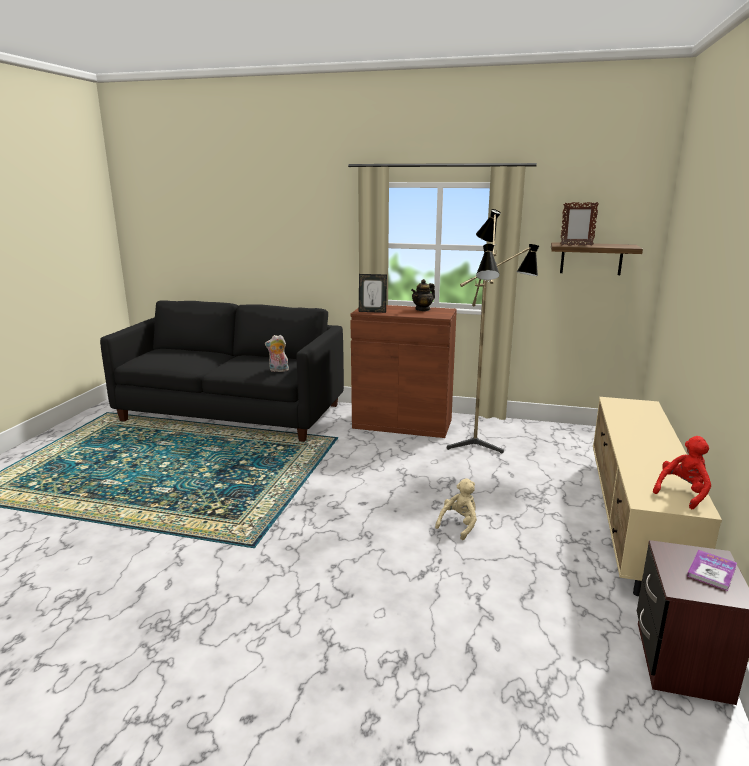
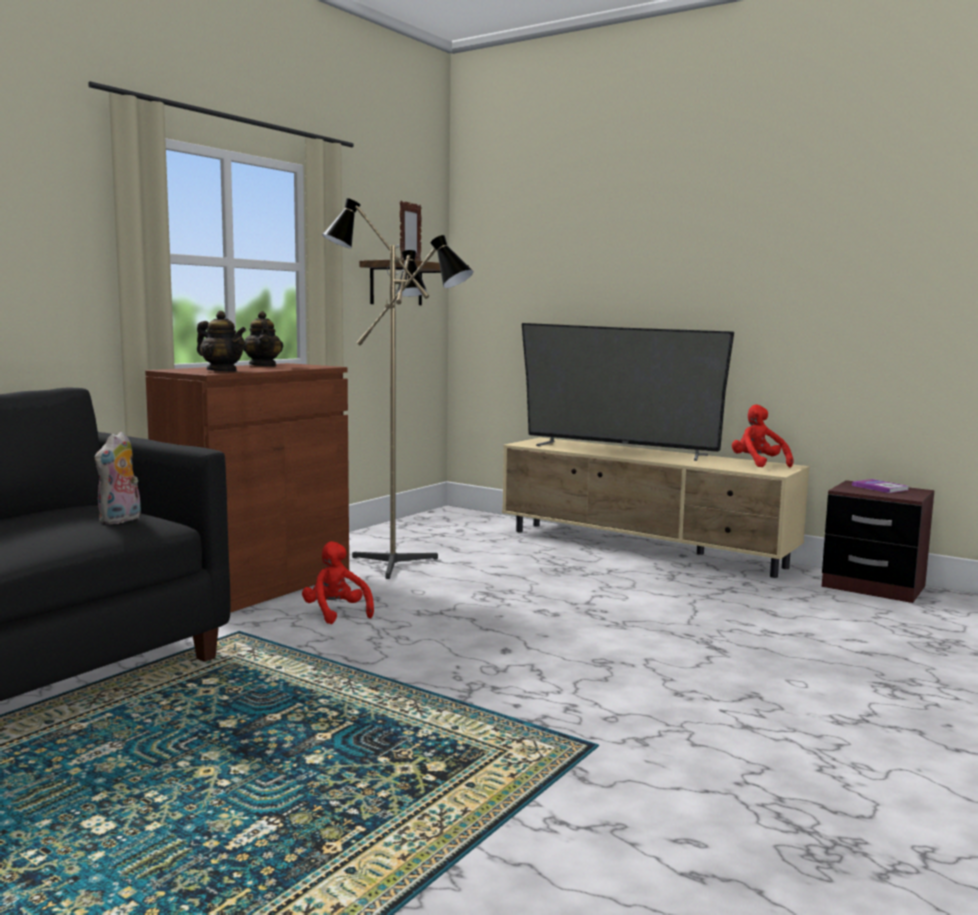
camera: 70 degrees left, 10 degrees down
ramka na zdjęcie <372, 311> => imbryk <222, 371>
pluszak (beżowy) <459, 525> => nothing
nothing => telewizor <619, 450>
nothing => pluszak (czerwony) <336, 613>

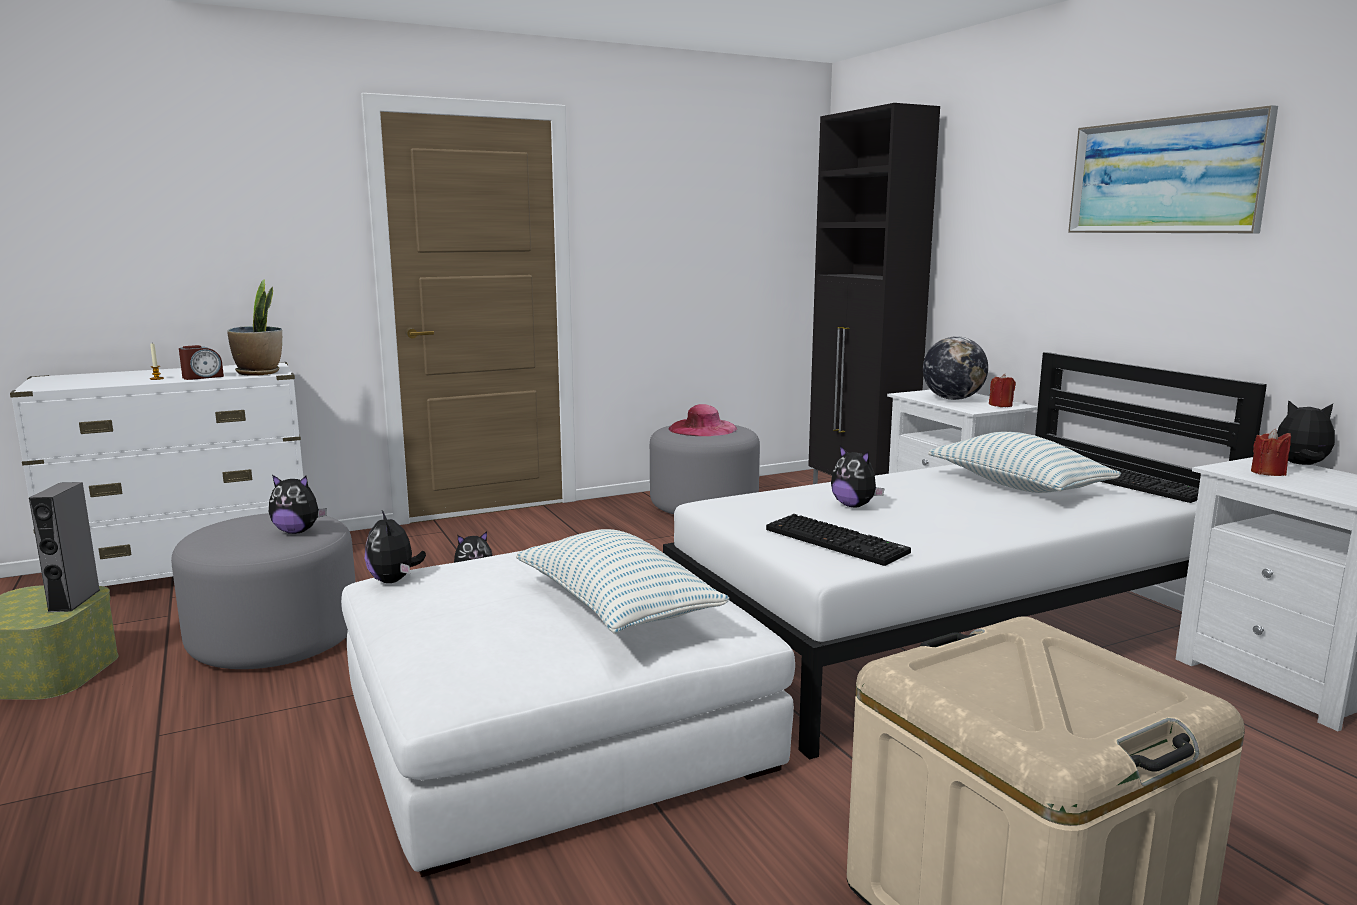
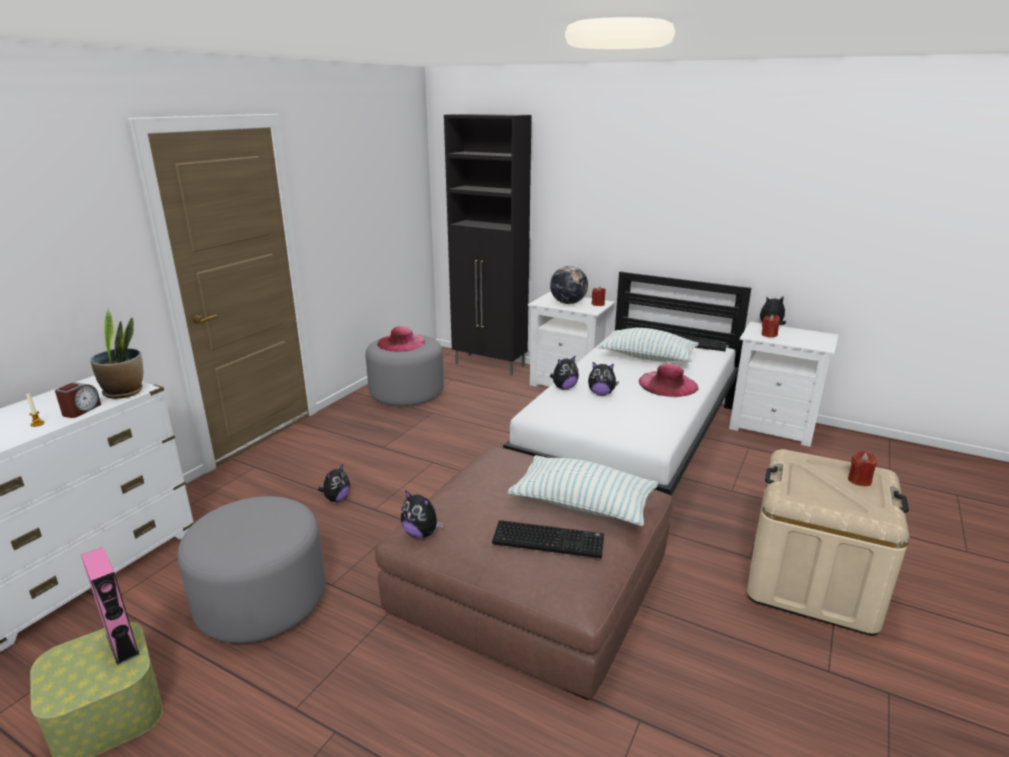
camera: 35 degrees left, 10 degrees up
obraz <1164, 176> => nothing
pluszak <297, 531> => pluszak <564, 388>, shifted
głośnik (szary) <74, 600> => głośnik (różowy) <122, 644>
klawiatura <838, 541> => klawiatura <549, 539>, shifted
pufa (biały) <554, 728> => pufa (brązowy) <531, 582>
nothing => kapelusz (różowy) <668, 384>
nothing => świeca (czerwony) <859, 480>

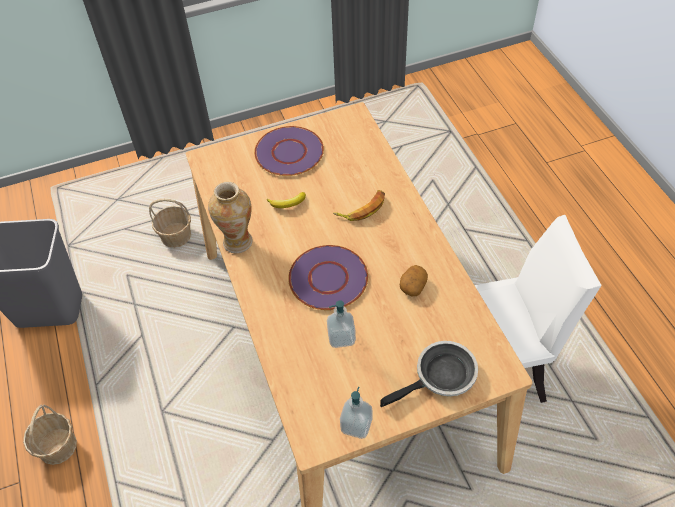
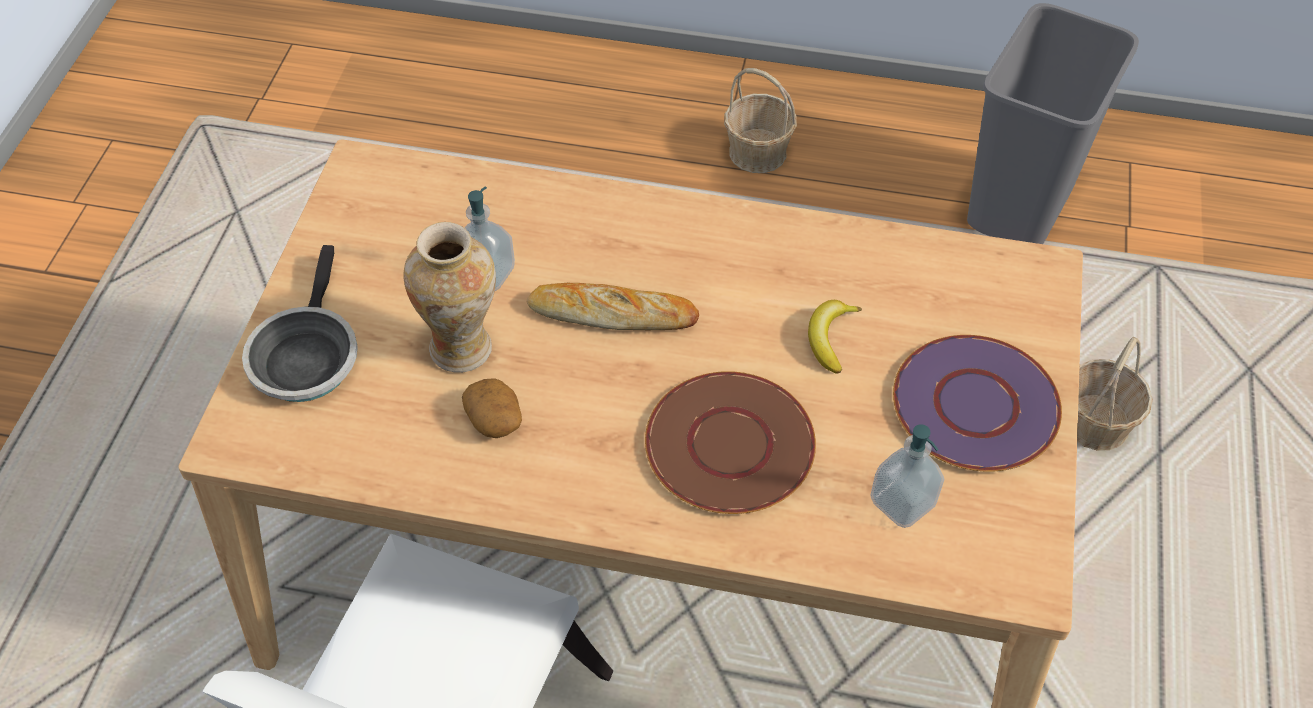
camera: 120 degrees right, 0 degrees up
wazon <237, 241> => wazon <463, 349>, shifted
banan <362, 208> => talerz (brązowy) <731, 445>
talerz (fioletowy) <328, 278> => chleb <612, 313>
dozownik mydła <356, 425> => dozownik mydła <902, 502>, shifted

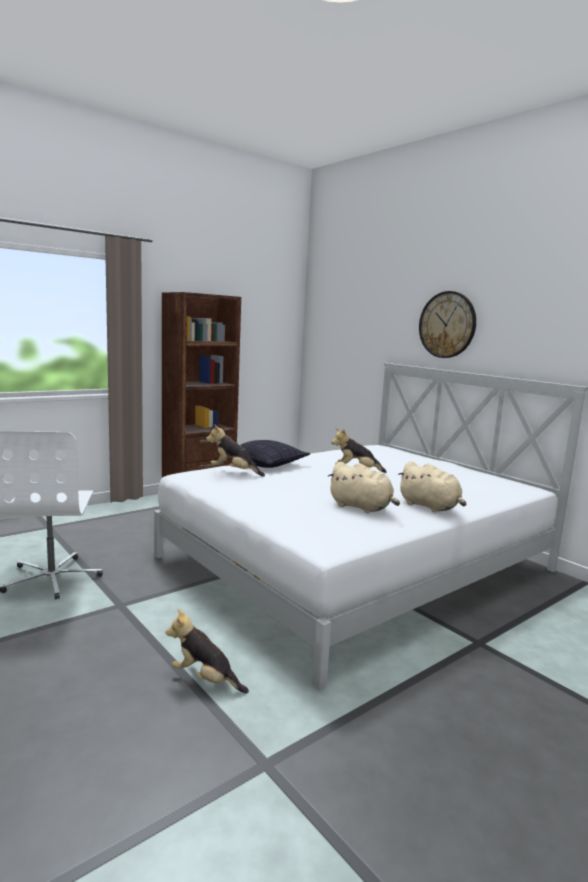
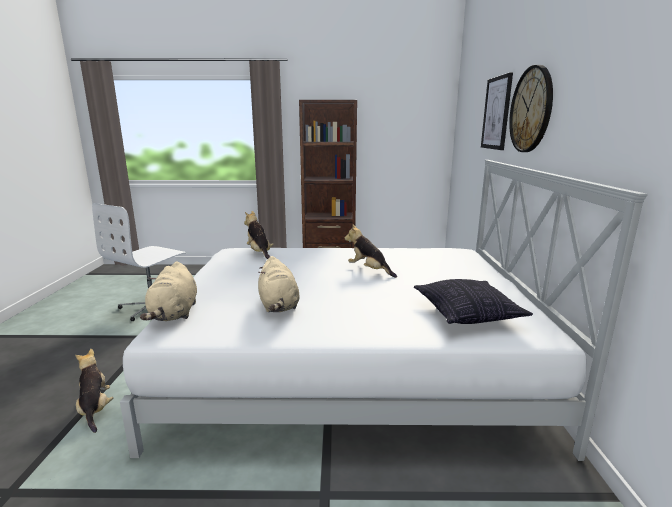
camera: 40 degrees right, 5 degrees up
poduszka <267, 464> => poduszka <467, 314>, shifted
pluszak (beżowy) <430, 507> => pluszak (beżowy) <174, 314>, shifted
nothing => obraz <496, 113>

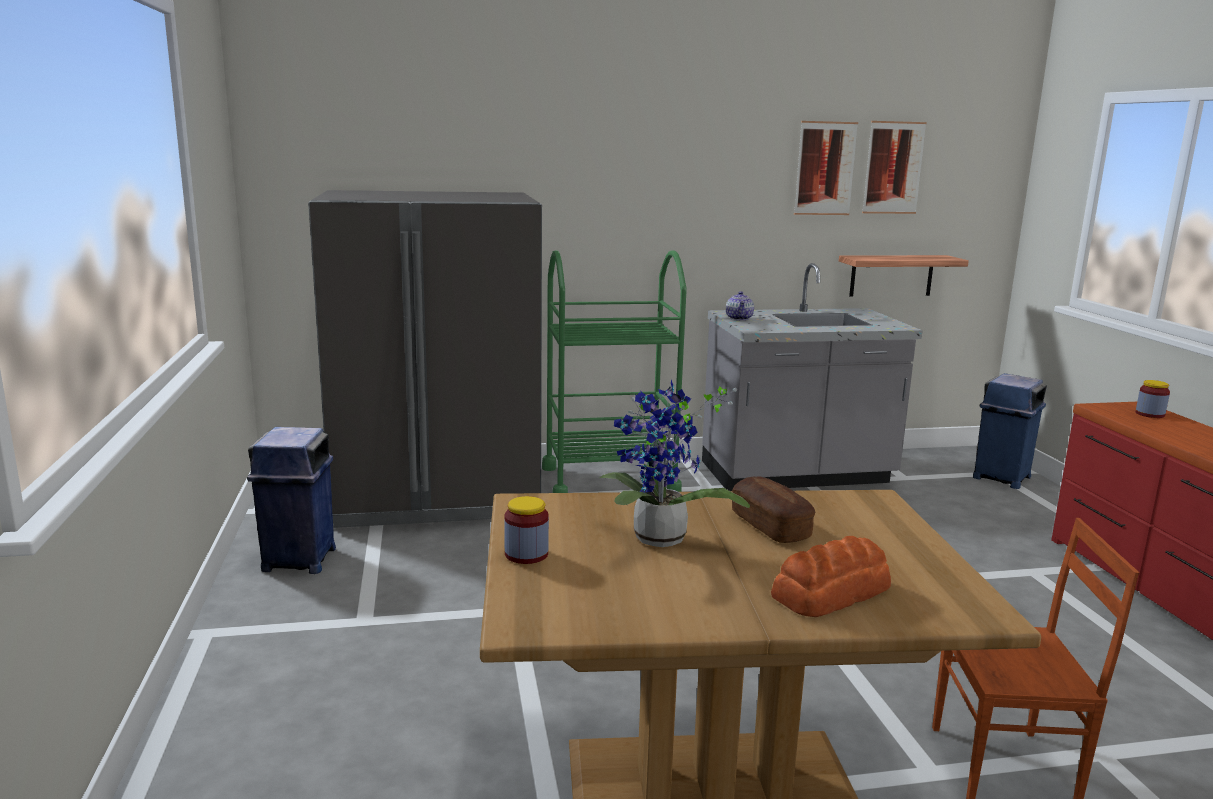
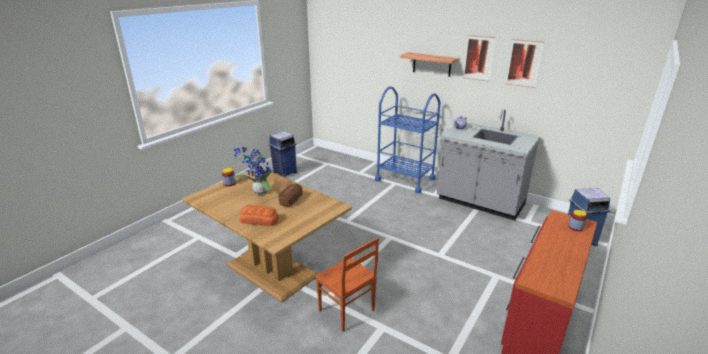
camera: 45 degrees right, 10 degrees up
obraz <893, 168> => obraz <479, 58>, shifted
lodówka (szary) <437, 496> => nothing
wózek (zielony) <609, 480> => wózek (niebieski) <405, 179>
półka <891, 275> => półka <431, 64>, shifted

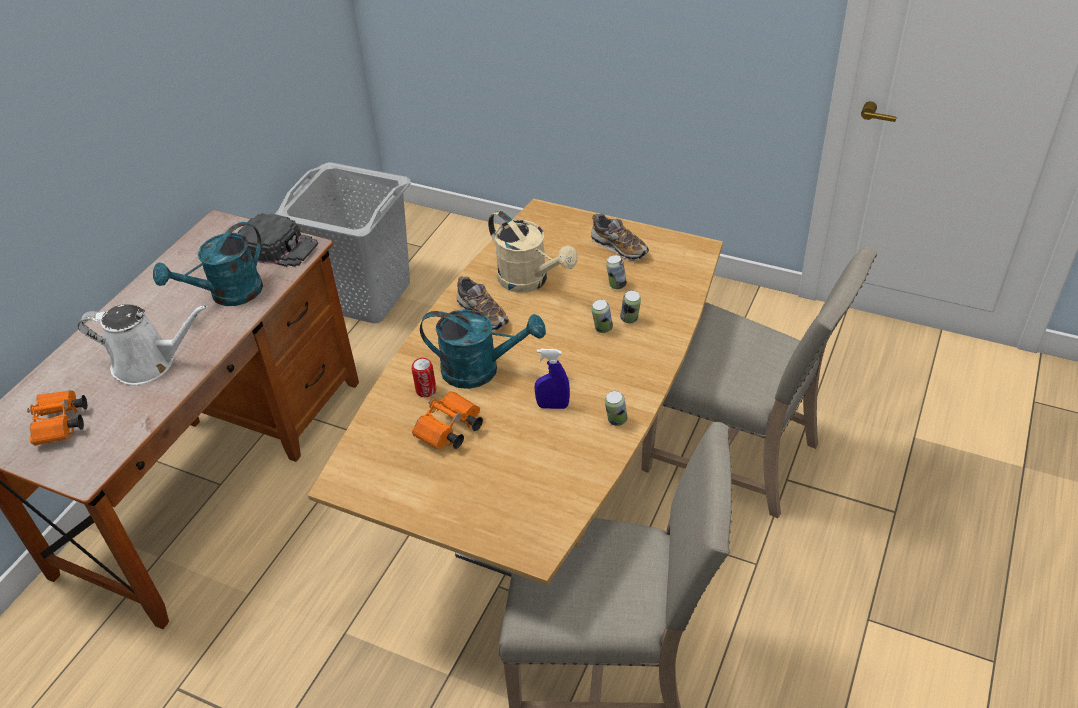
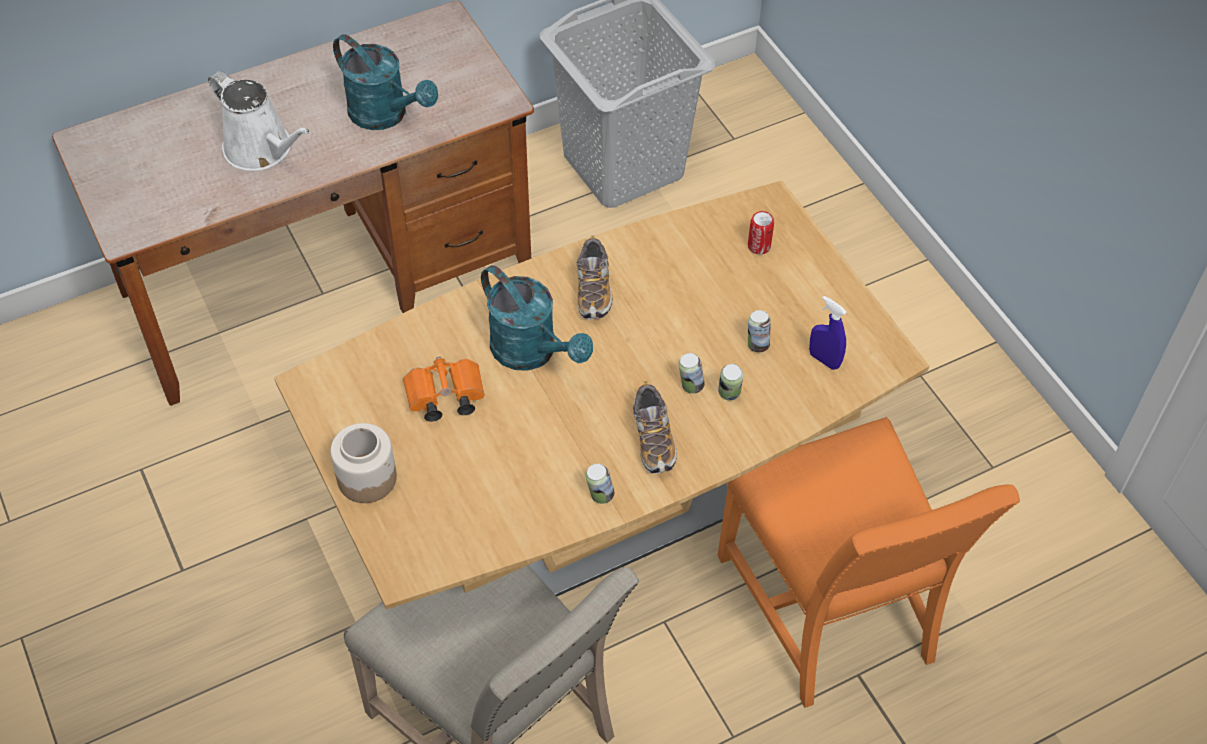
camera: 35 degrees right, 10 degrees up
konewka (beżowy) <530, 281> => nothing
czapka z daszkiem (czarny) <279, 247> => nothing
but <619, 247> => but <653, 439>, shifted
konewka (turkusowy) <228, 295> => konewka (turkusowy) <386, 115>, 135 degrees counterclockwise
krzesło (beżowy) <737, 455> => krzesło (pomarańczowy) <833, 611>
spryskiwacz (niebieski) <553, 406> => spryskiwacz (niebieski) <824, 360>, shifted
puszka <426, 390> => puszka <759, 246>, shifted
lornetka (pomarańczowy) <61, 426> => nothing
nothing => słoik <367, 477>

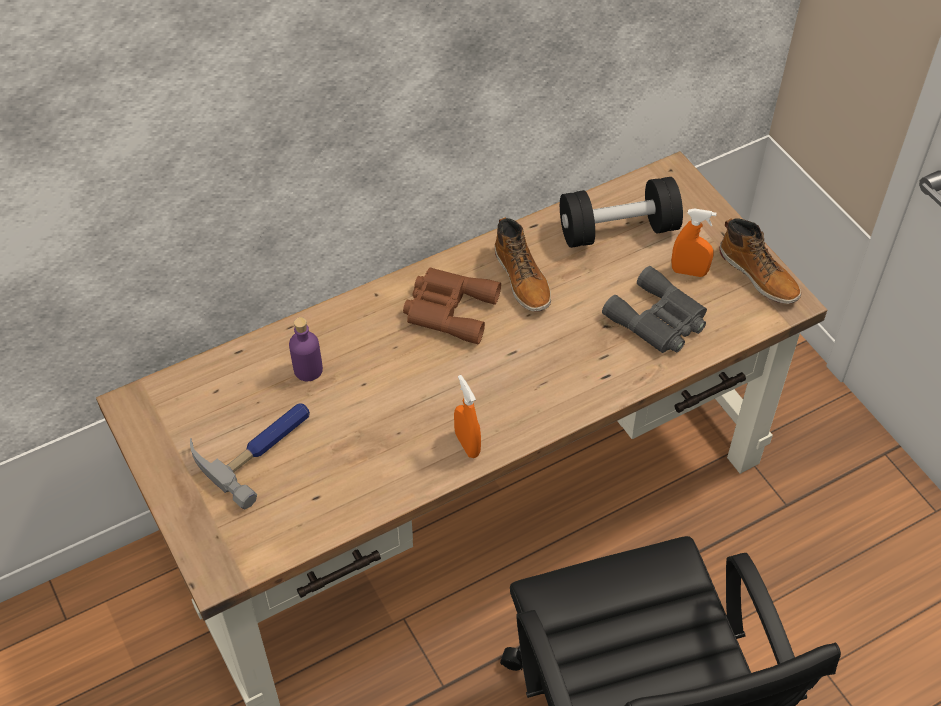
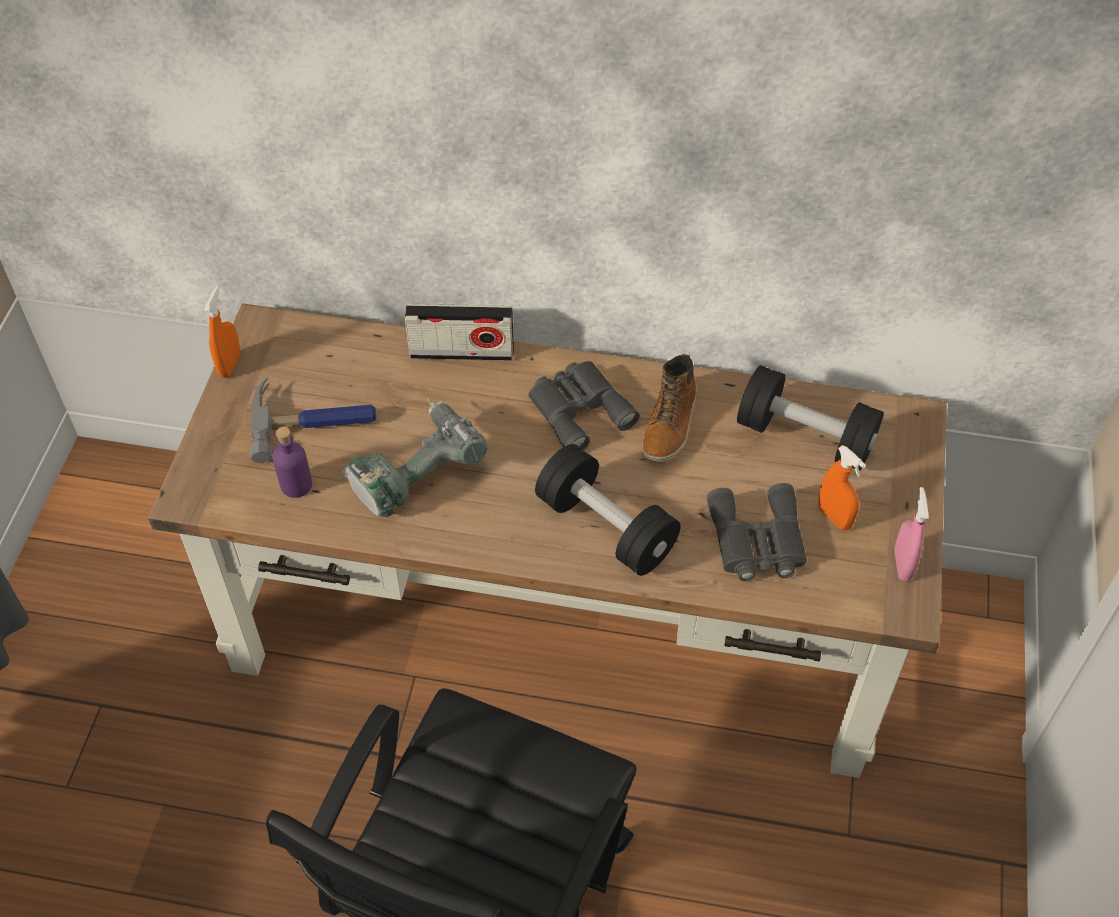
camera: 40 degrees right, 0 degrees up
but z cholewką <759, 275> => spryskiwacz (różowy) <902, 565>
lornetka (brązowy) <448, 309> => lornetka (szary) <578, 409>
butelka (fioletowy) <308, 370> => butelka (fioletowy) <296, 485>, shifted
spryskiwacz (pomarańczowy) <467, 444> => spryskiwacz (pomarańczowy) <230, 365>, shifted
nothing => radio <461, 352>
nothing => wiertarka <414, 470>
nothing => hantel (czarny) <606, 527>

